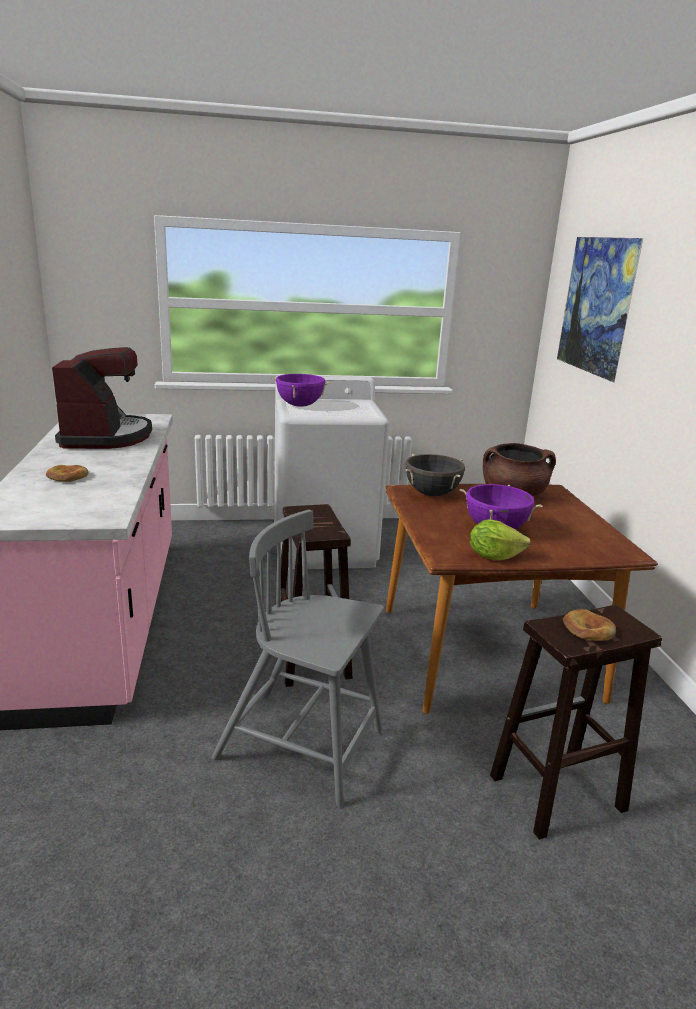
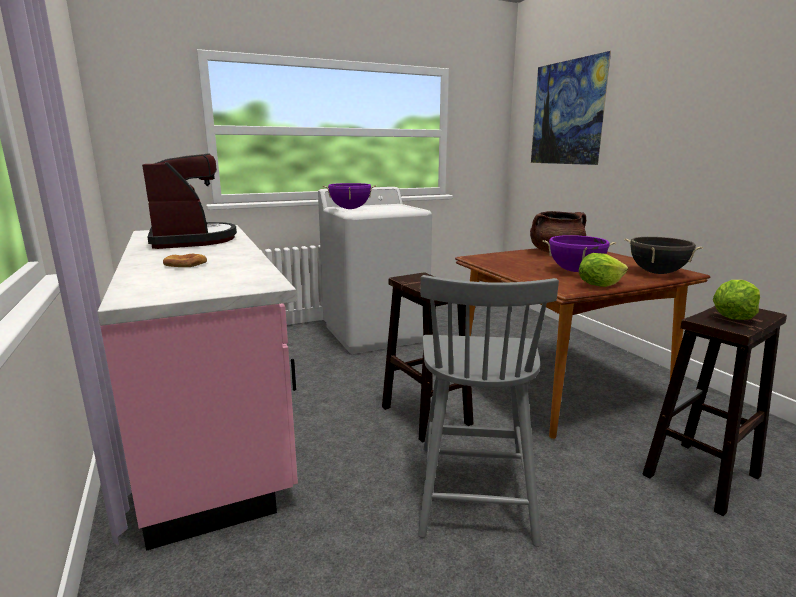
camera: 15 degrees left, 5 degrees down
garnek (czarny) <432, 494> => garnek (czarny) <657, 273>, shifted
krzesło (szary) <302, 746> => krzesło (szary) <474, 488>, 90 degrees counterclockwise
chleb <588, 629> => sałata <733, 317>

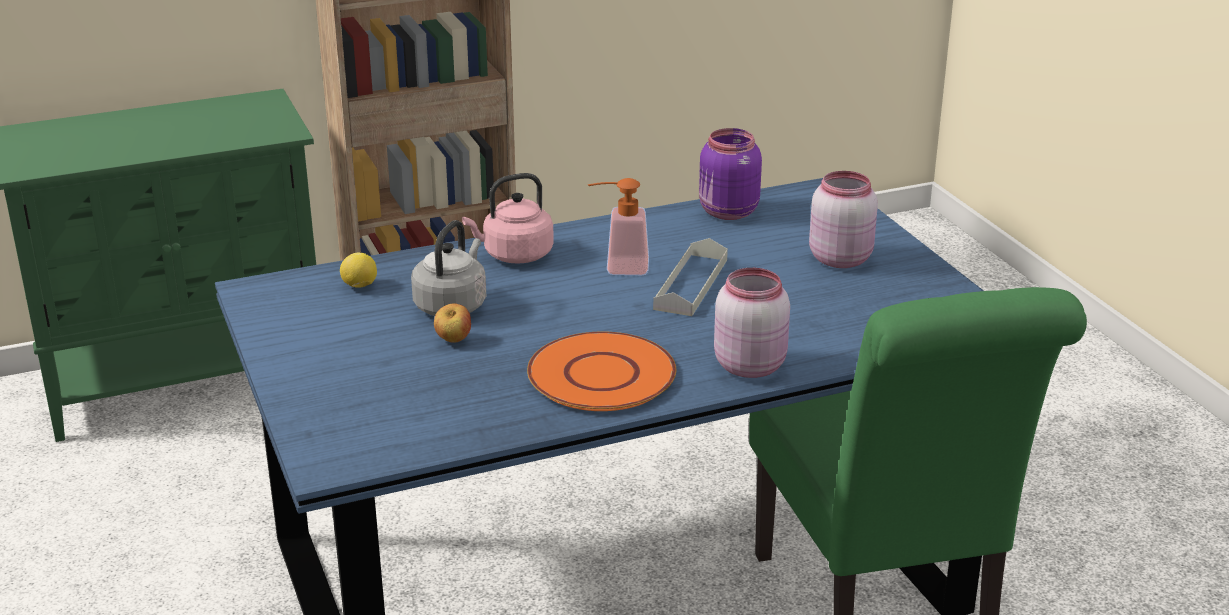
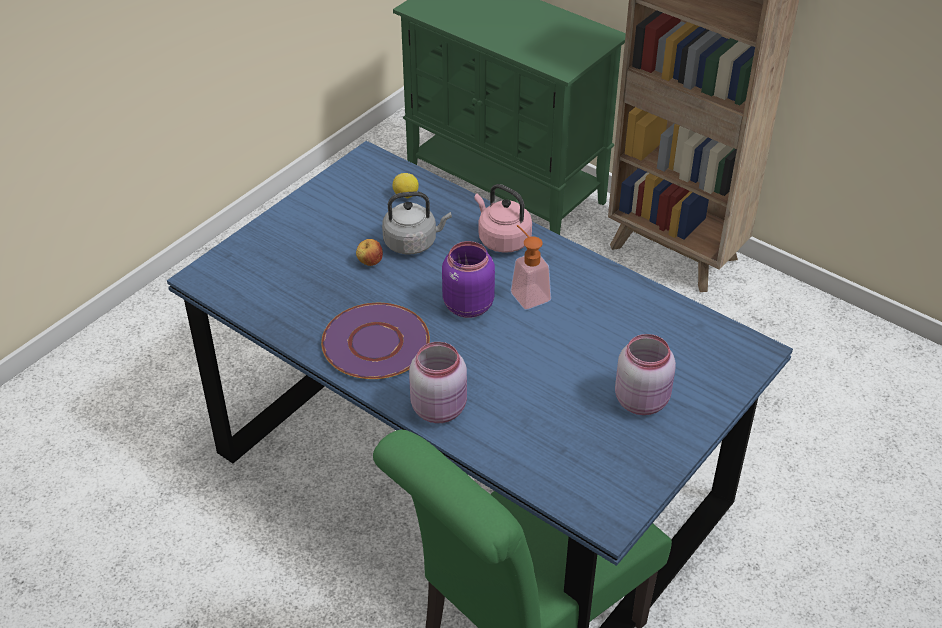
camera: 60 degrees right, 15 degrees up
słoik (fioletowy) <727, 212> => słoik (fioletowy) <466, 305>, shifted
taca (szary) <691, 284> => nothing
talerz (pomarańczowy) <602, 375> => talerz (fioletowy) <375, 344>

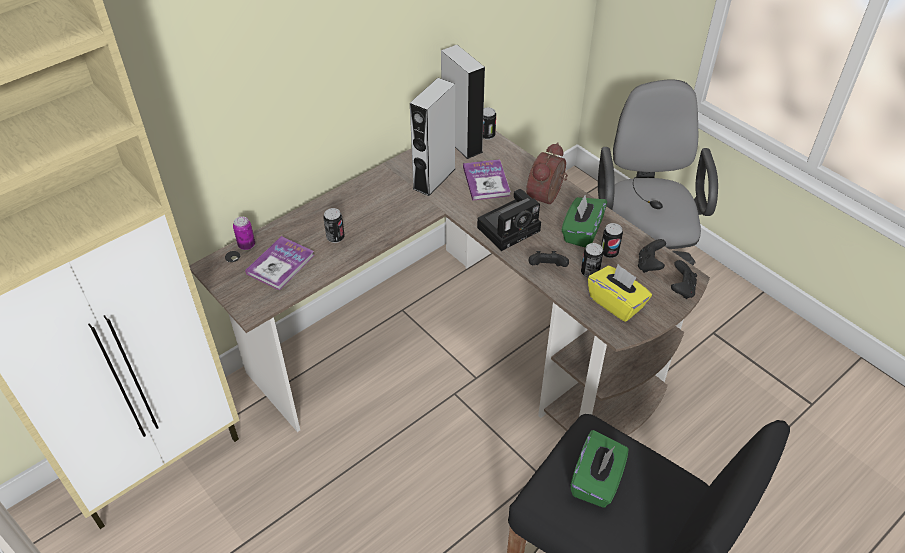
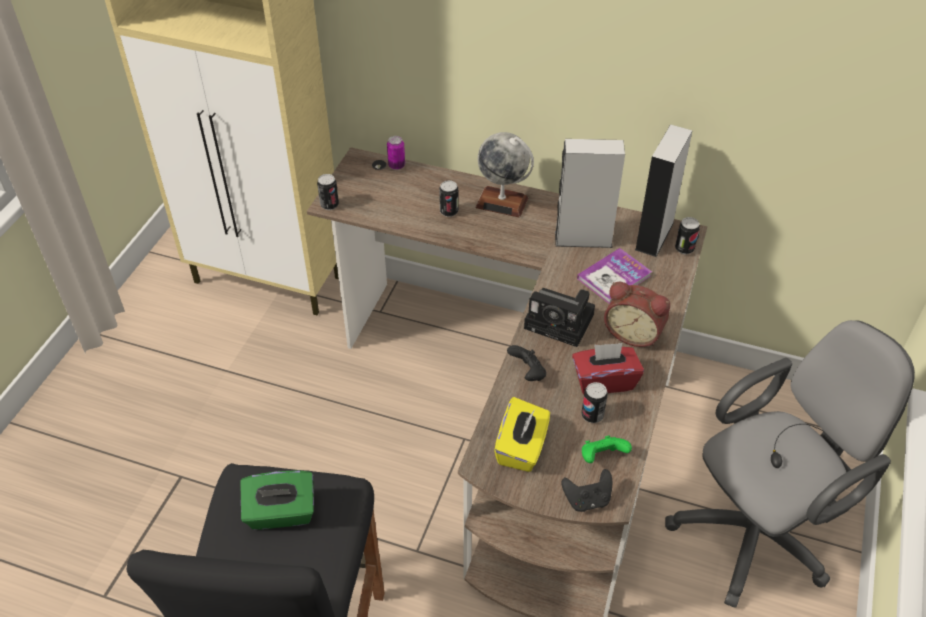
camera: 60 degrees right, 0 degrees up
budzik <547, 197> => budzik <634, 333>, 150 degrees counterclockwise
pudełko chusteczek (zielony) <581, 232> => pudełko chusteczek (czerwony) <604, 381>
książka <280, 264> => nothing
pad do gier (czarny) <649, 265> => pad do gier (zielony) <602, 457>
puszka <590, 273> => puszka <329, 205>, shifted
nothing => globus <502, 202>

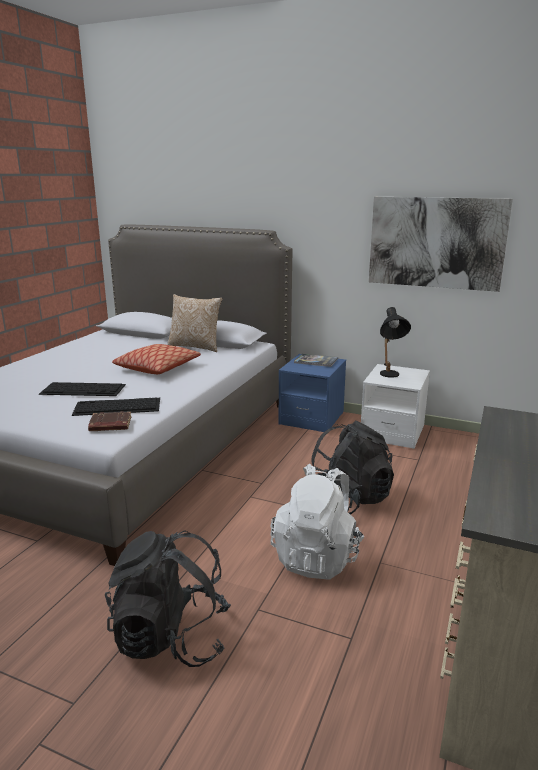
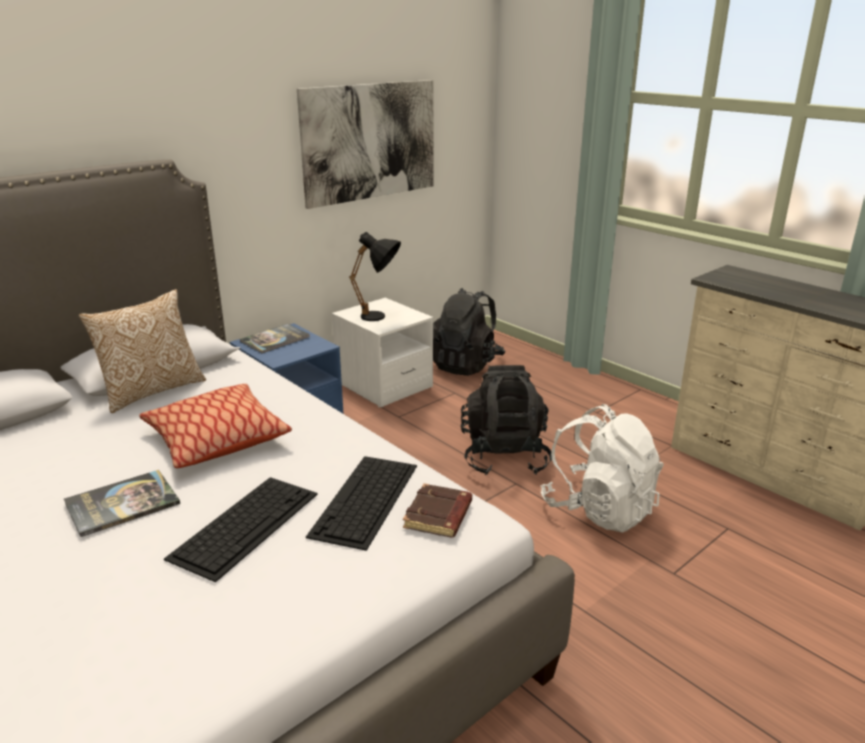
camera: 65 degrees left, 5 degrees up
plecak (czarny) <171, 638> => plecak (czarny) <466, 365>, shifted
nothing => książka <122, 503>

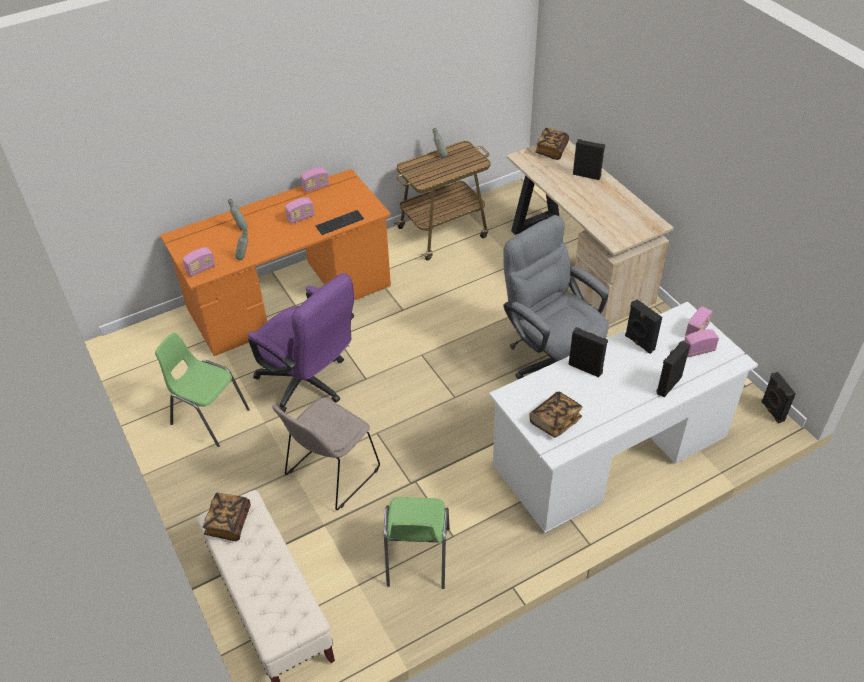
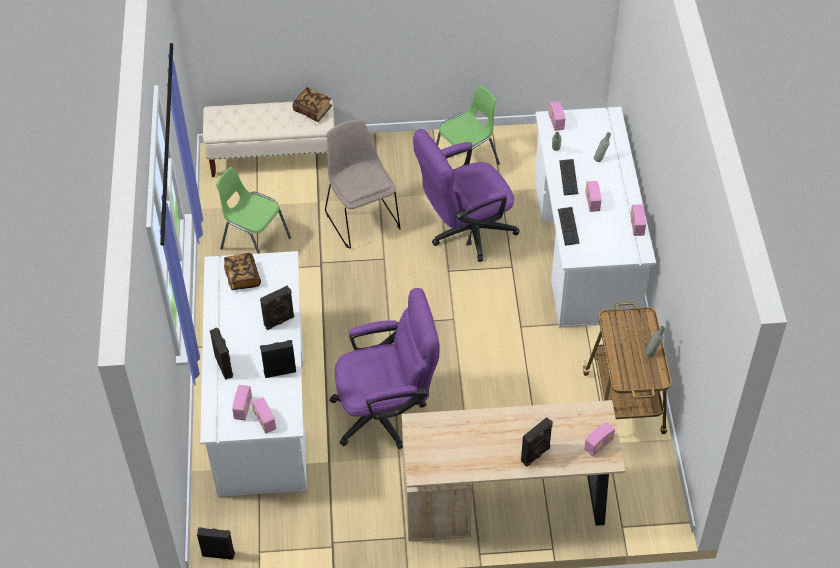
camera: 115 degrees right, 5 degrees up
książka <551, 150> => radio <598, 445>
biurko (pomarańczowy) <289, 297> => biurko (biały) <585, 249>
krzesło biurowe (szary) <552, 360> => krzesło biurowe (fioletowy) <387, 413>
nothing => klawiatura <568, 178>

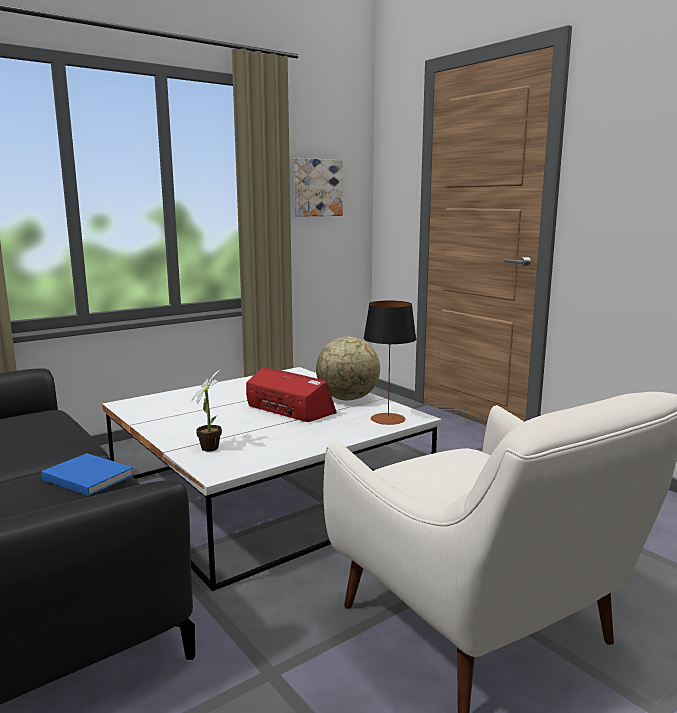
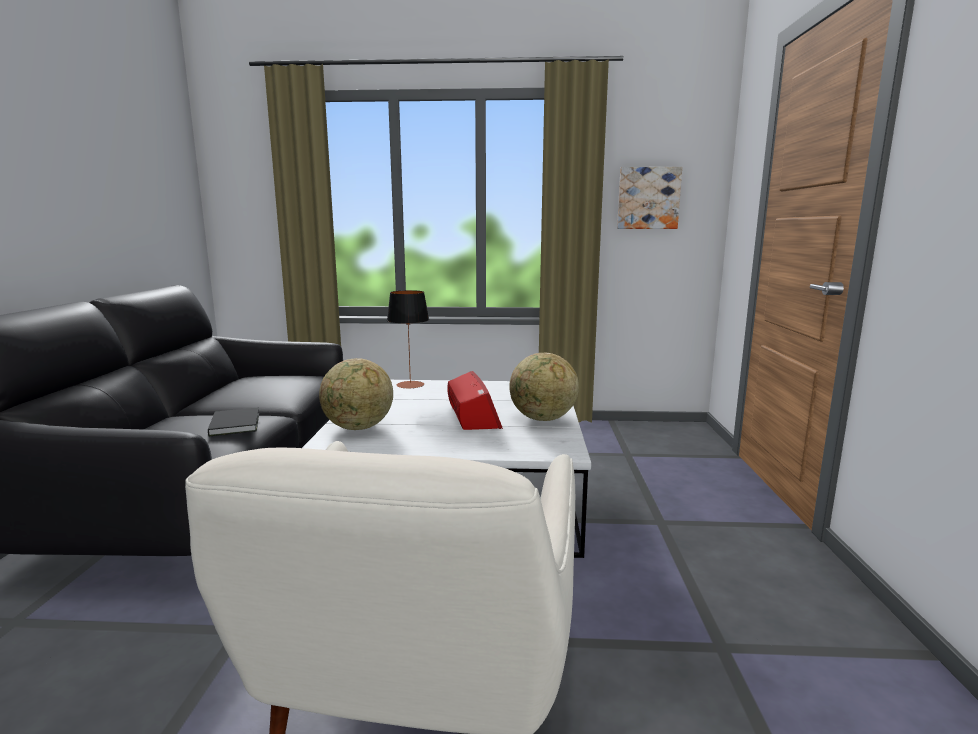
camera: 40 degrees right, 0 degrees up
lampa stołowa <388, 419> => lampa stołowa <410, 385>, shifted
roślina doniczkowa <210, 447> => globus <358, 428>
książka (niebieski) <87, 476> => książka (czarny) <236, 424>

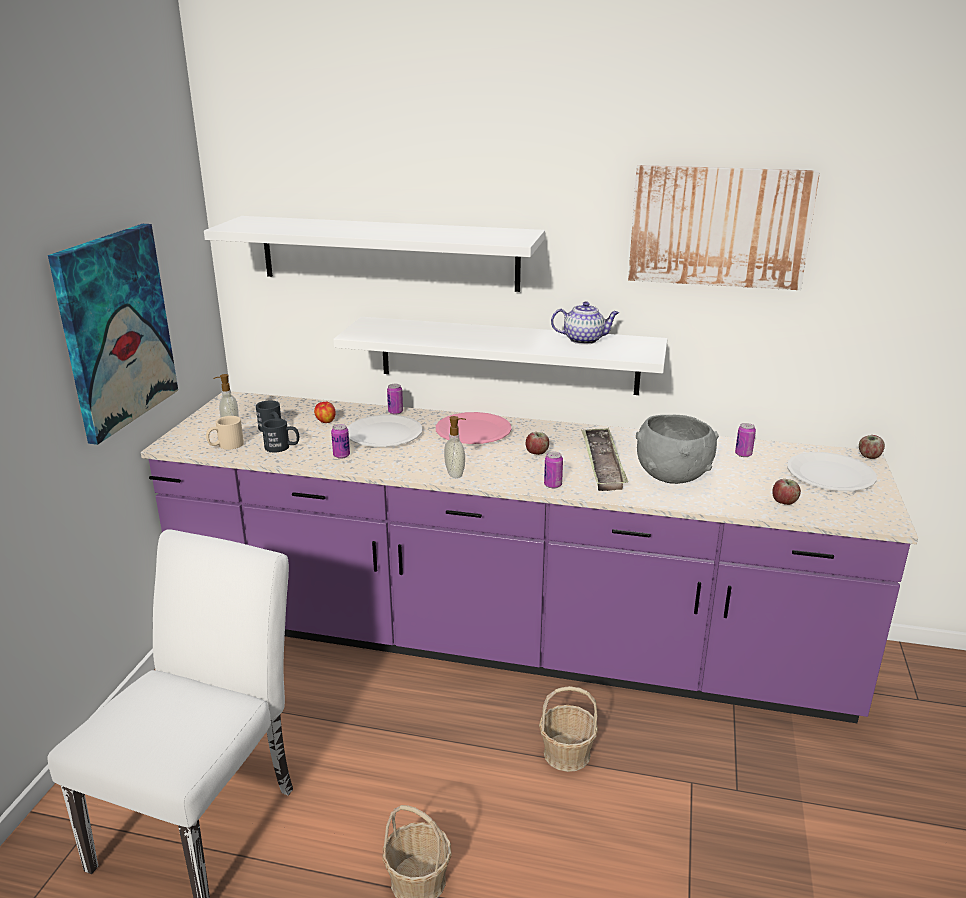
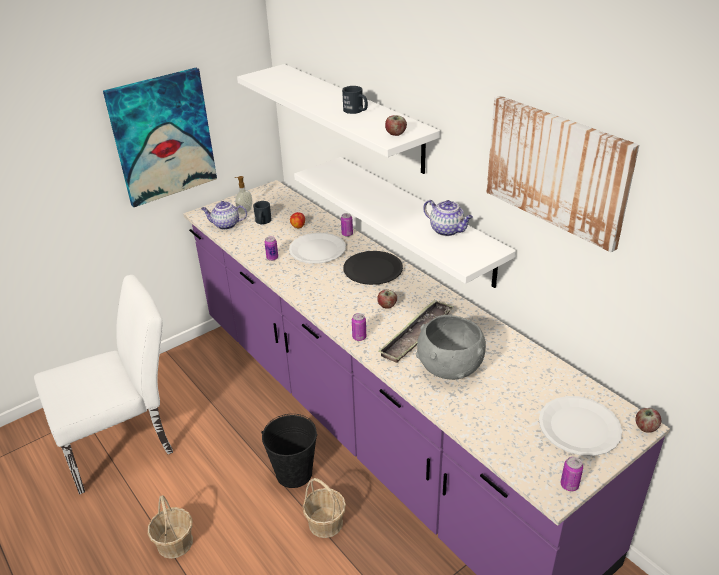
camera: 40 degrees right, 10 degrees up
talerz (różowy) <473, 431> => talerz (czarny) <372, 269>
kubek (beżowy) <225, 445> => imbryk <225, 225>
dozownik mydła <455, 474> => nothing
kubek (czarny) <282, 447> => kubek (czarny) <356, 111>, shifted
puszka <743, 454> => puszka <569, 485>, shifted
jabłko <784, 502> => jabłko <395, 134>, shifted
nothing => wiadro (czarny) <294, 473>

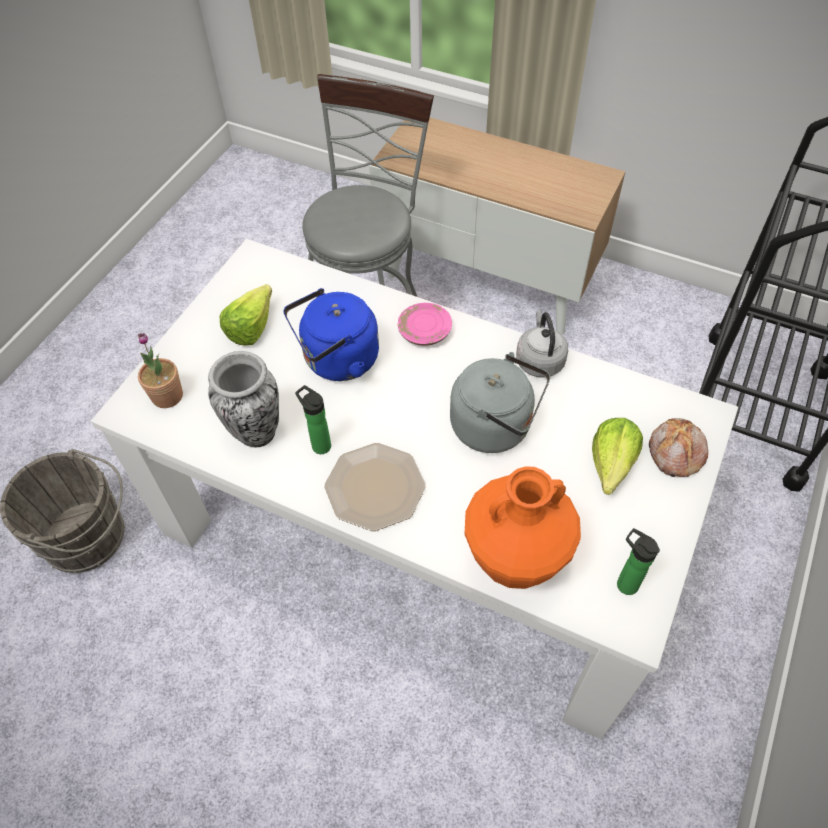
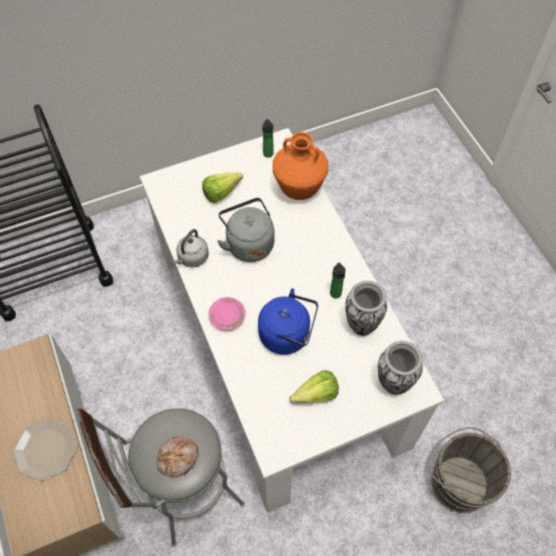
camera: 140 degrees left, 5 degrees up
roślina doniczkowa <167, 396> => wazon <393, 383>
chleb <674, 452> => chleb <178, 458>, shifted
talerz <374, 488> => talerz <46, 449>, shifted

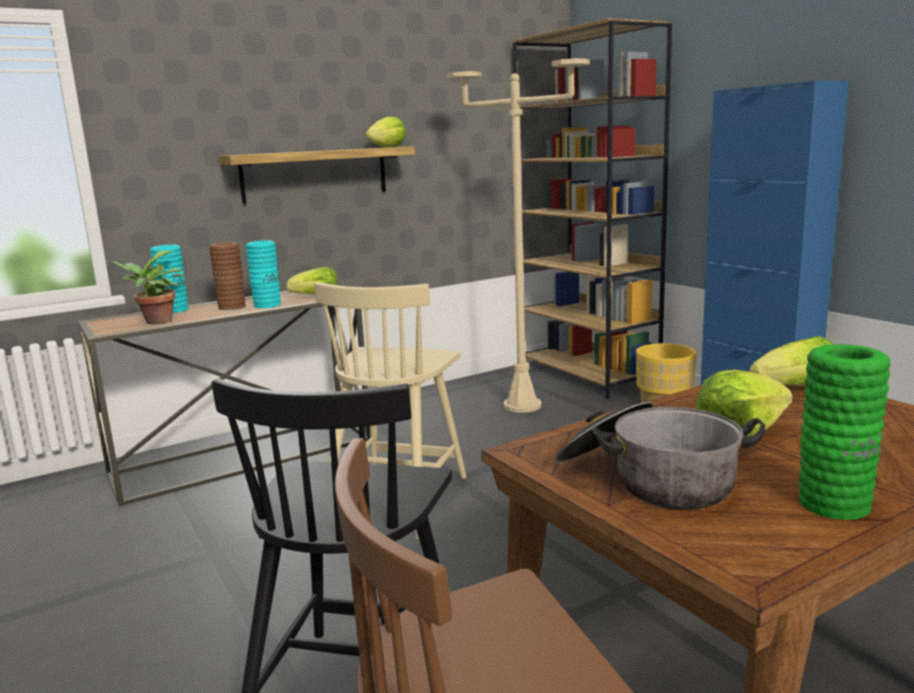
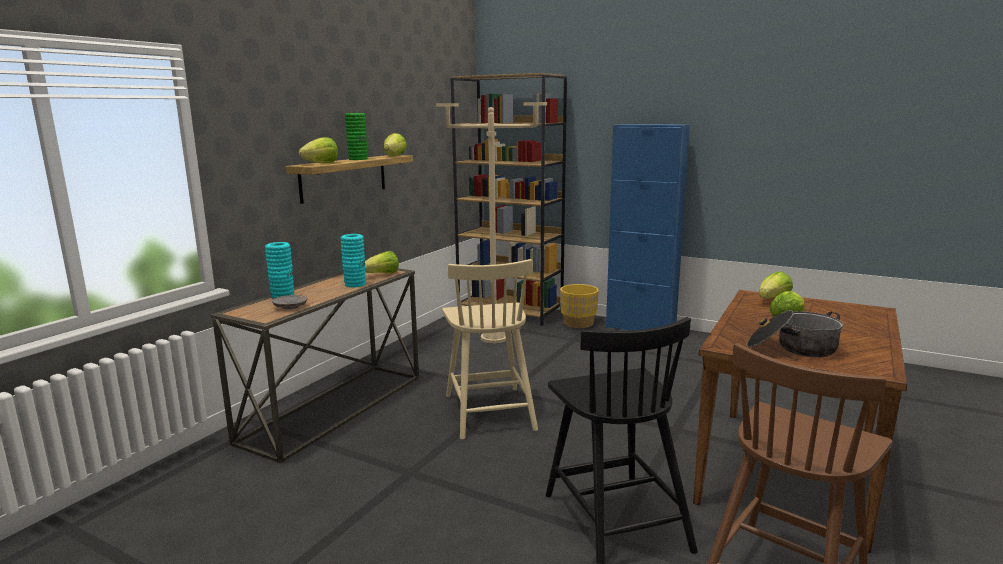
camera: 30 degrees left, 0 degrees up
wazon (brązowy) <232, 307> => nothing
roślina doniczkowa <155, 322> => talerz (szary) <290, 307>
wazon (zielony) <834, 504> => wazon (zielony) <358, 159>, shifted
nothing => sałata <321, 163>

